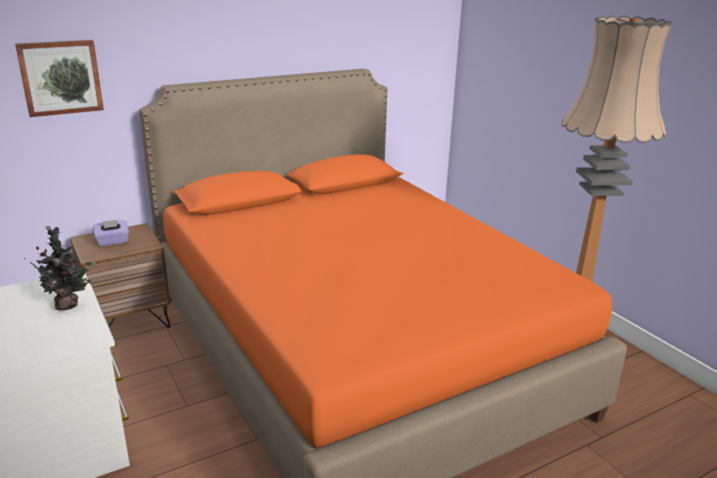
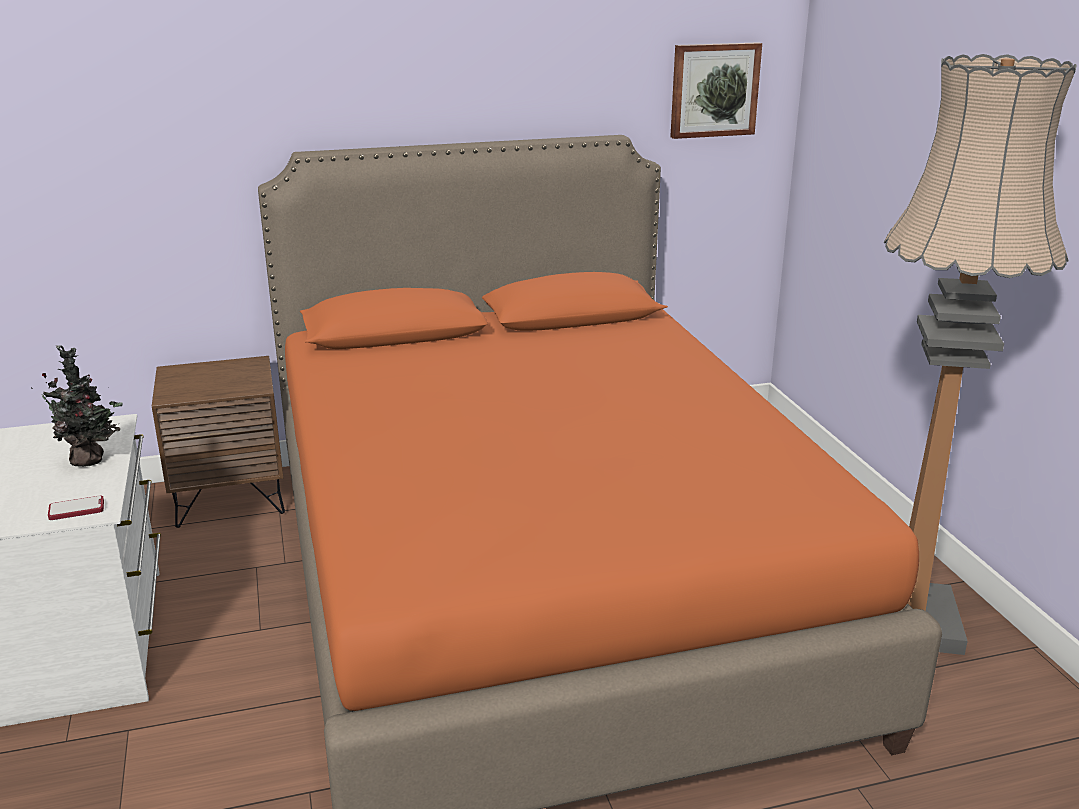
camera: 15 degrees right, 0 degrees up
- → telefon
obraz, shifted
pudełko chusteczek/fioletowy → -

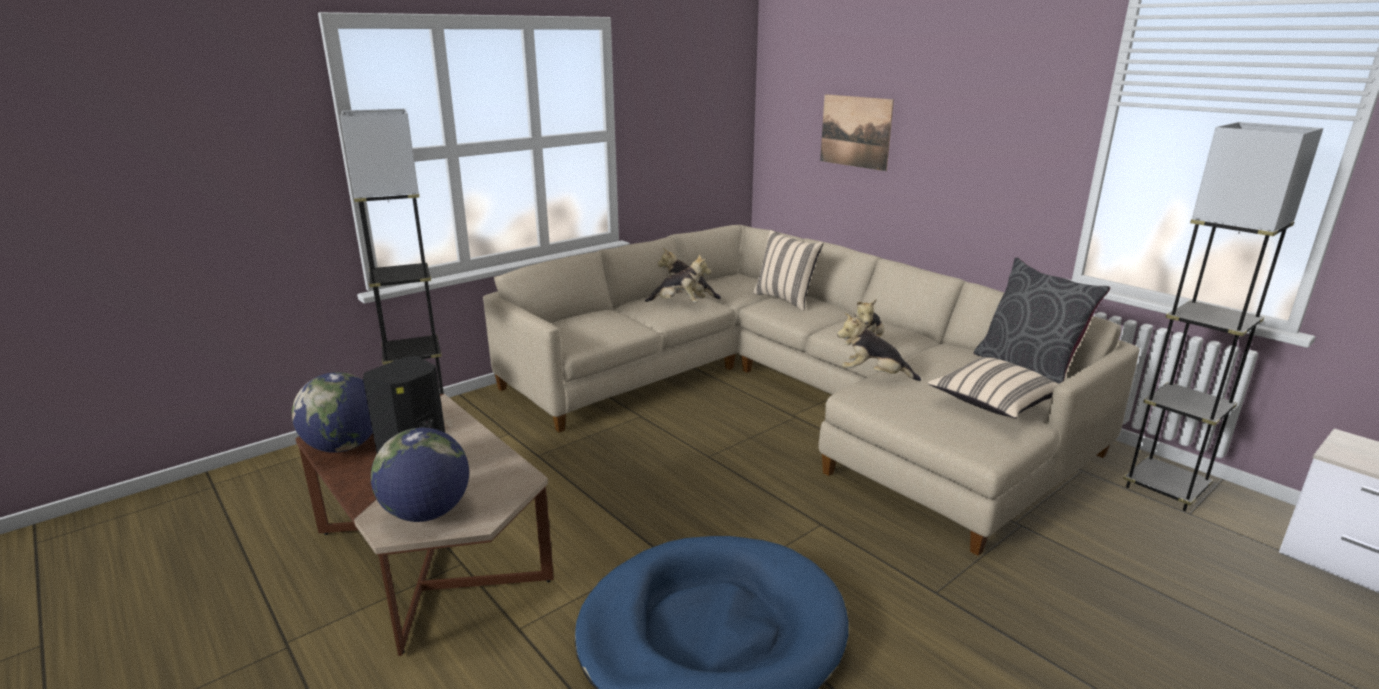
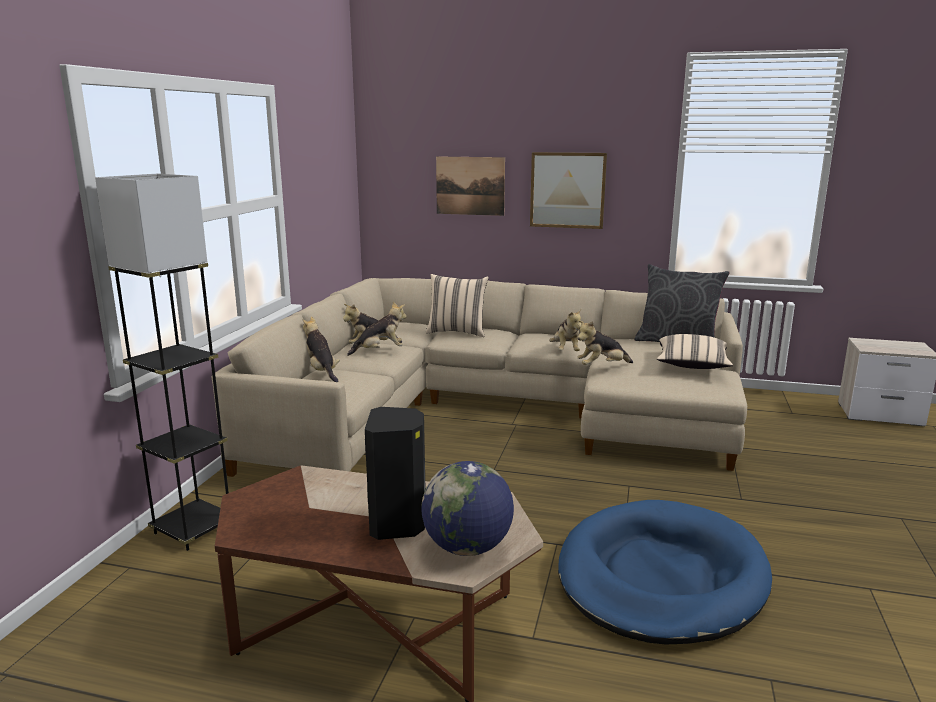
camera: 35 degrees left, 5 degrees down
- → pluszak (no. 1 from left)
- → obraz (no. 2 from left)
globus (no. 1 from left) → -
lampa stojąca/szary (no. 2 from left) → -

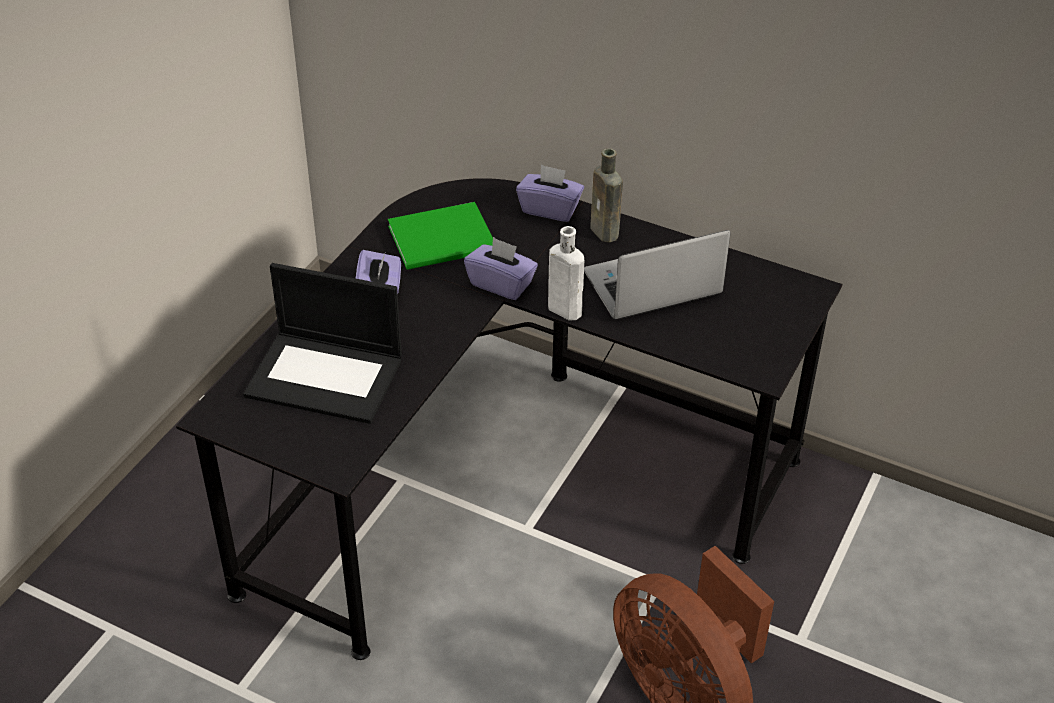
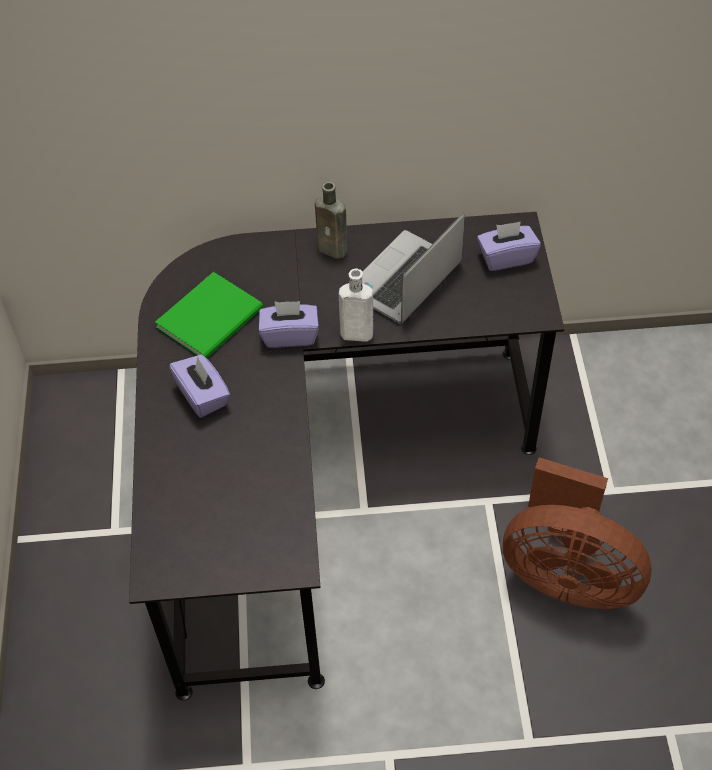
camera: 30 degrees left, 10 degrees up
pudełko chusteczek/fioletowy (no. 3 from left), shifted
laptop (no. 1 from left) → -

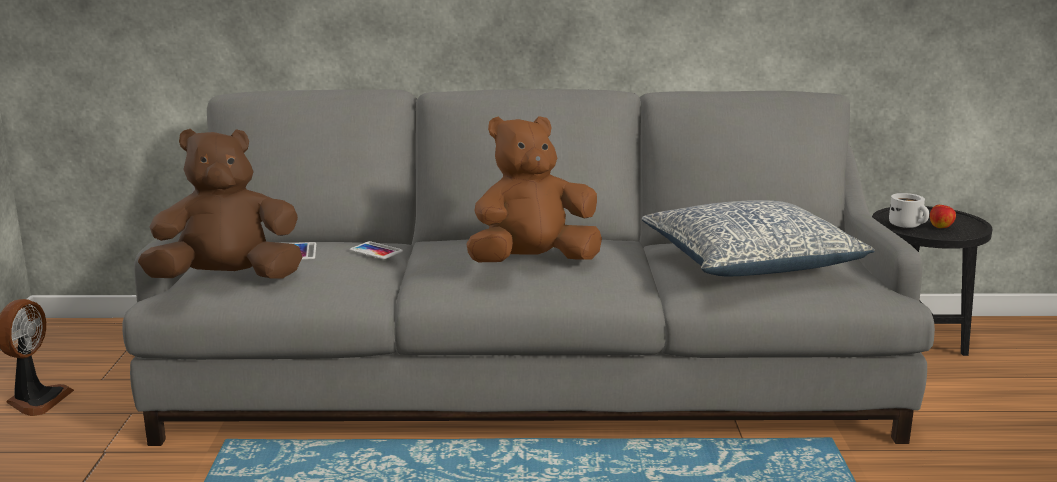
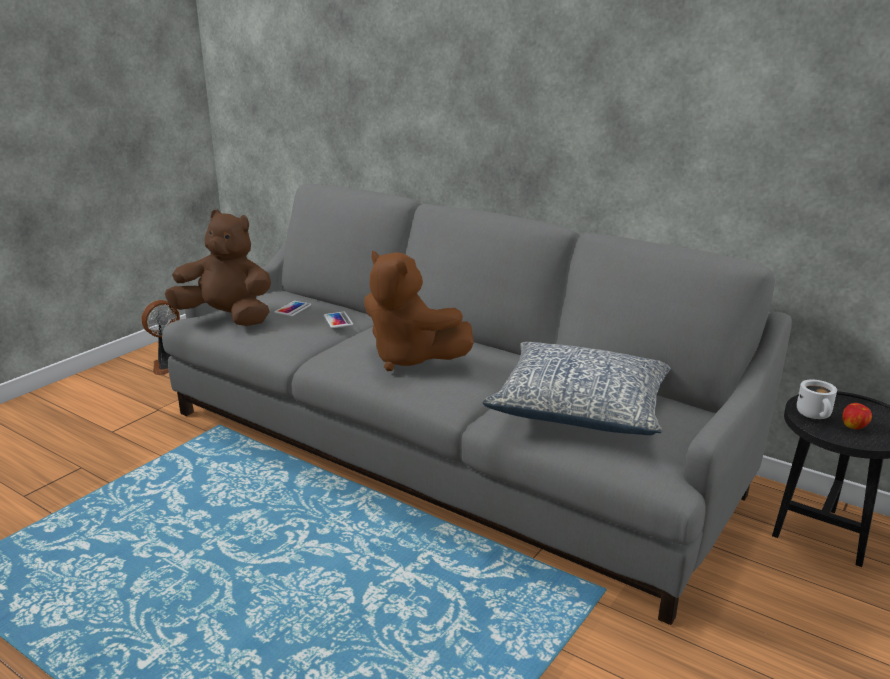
camera: 35 degrees right, 5 degrees up
pluszak/brązowy (no. 2 from left), 150 degrees counterclockwise

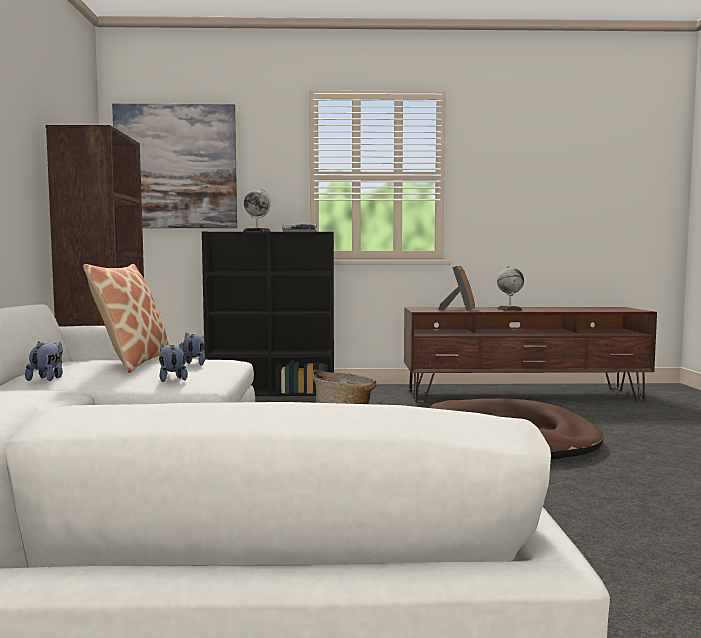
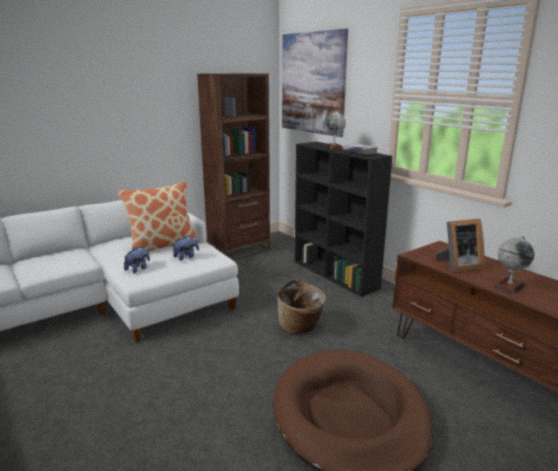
camera: 55 degrees right, 15 degrees up
pluszak (no. 1 from left) → -

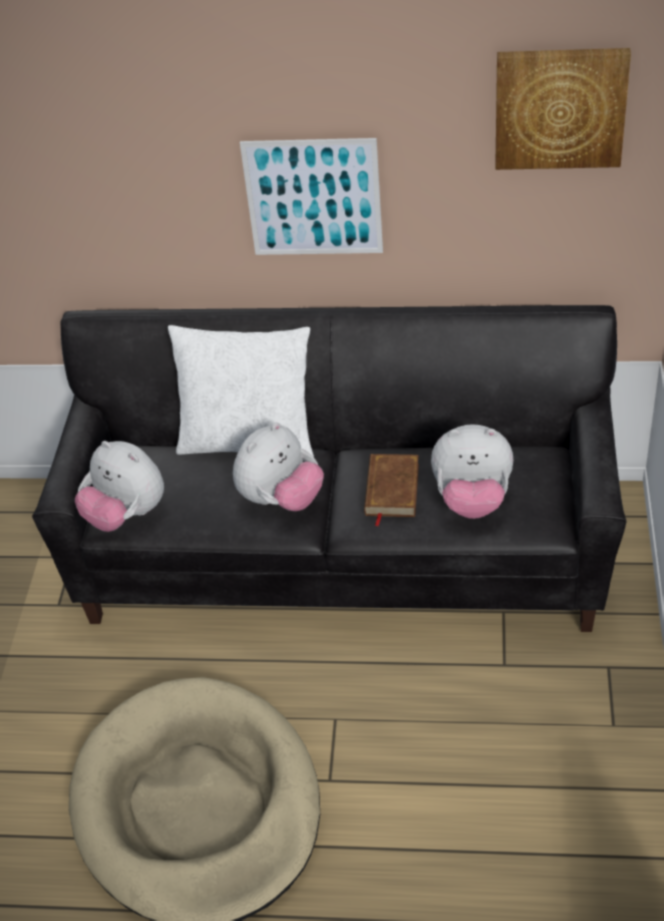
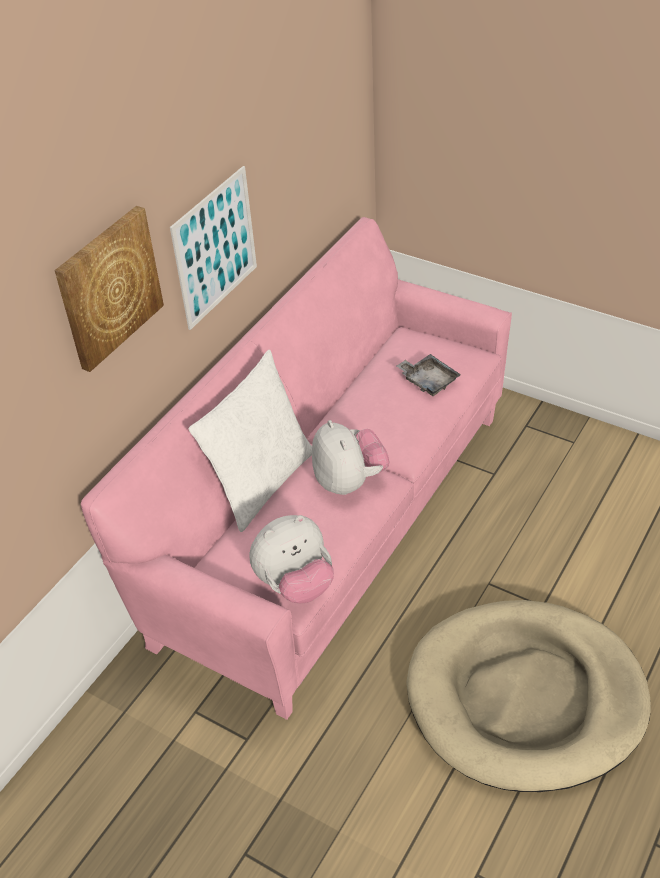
camera: 65 degrees left, 0 degrees up
obraz (no. 2 from left in the first image) → obraz (no. 1 from left), shifted
kanapa/czarny → kanapa/różowy
pluszak (no. 3 from left) → taca/szary
książka/brązowy → -

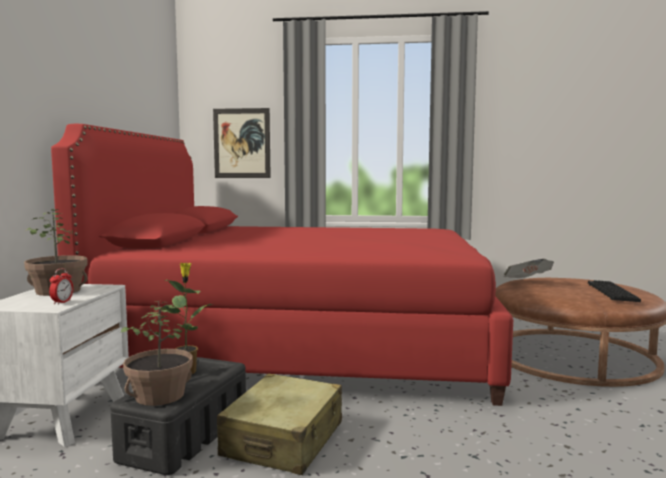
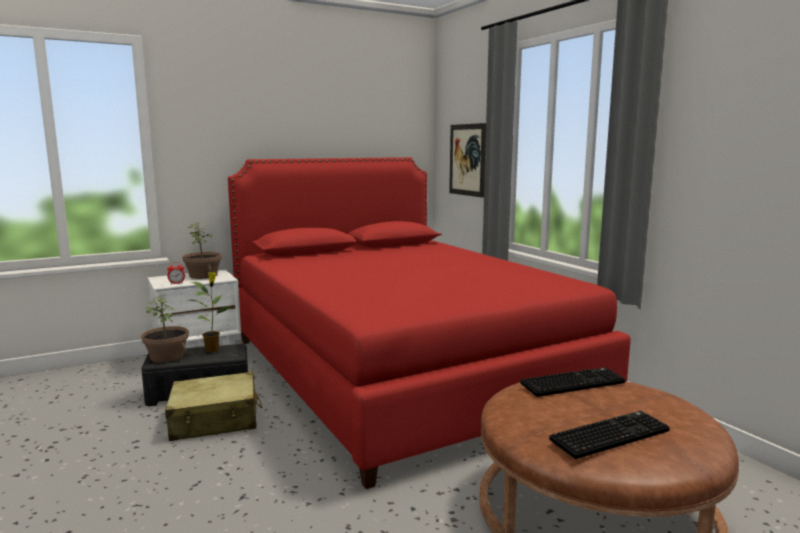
camera: 55 degrees right, 5 degrees up
gazeta → klawiatura (no. 1 from left)

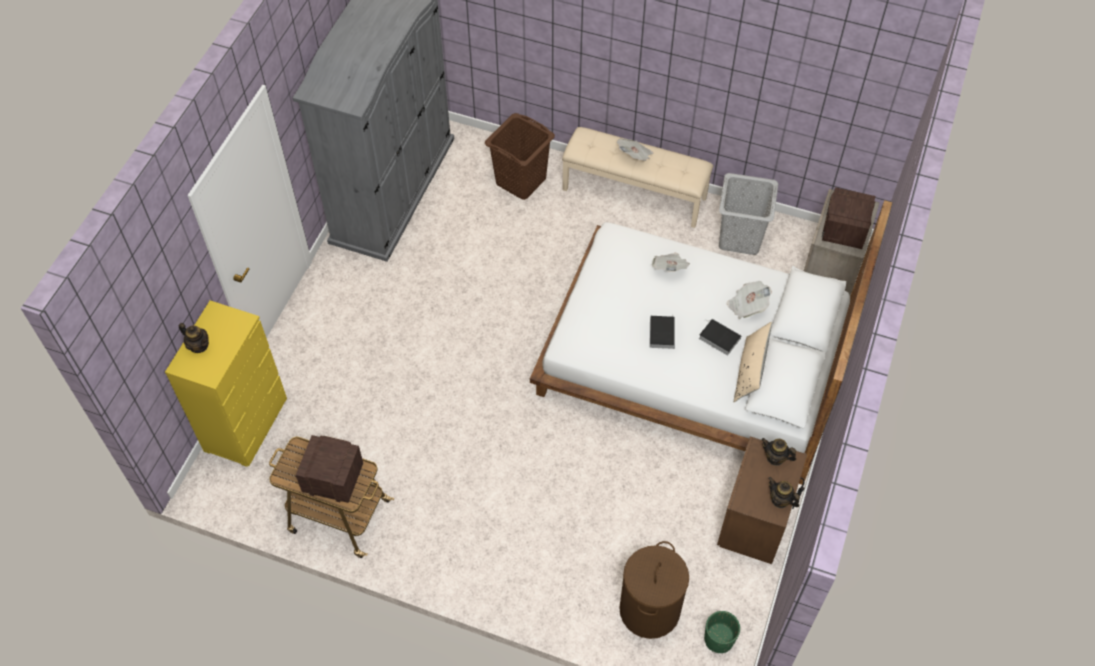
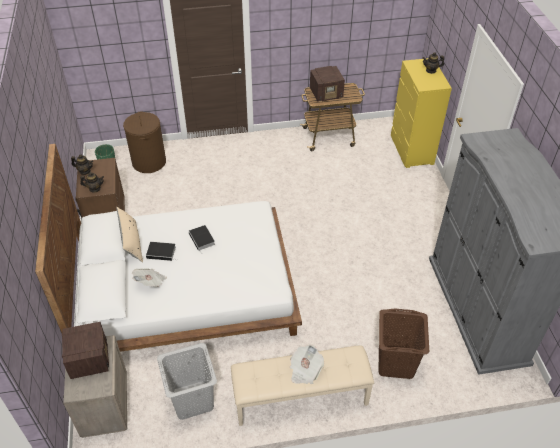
camera: 150 degrees right, 10 degrees down
gazeta (no. 2 from left) → -

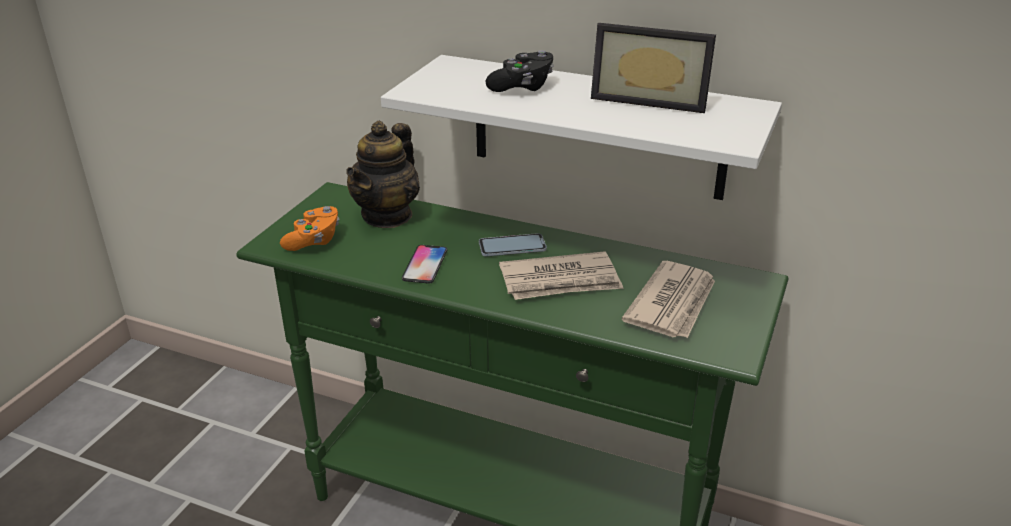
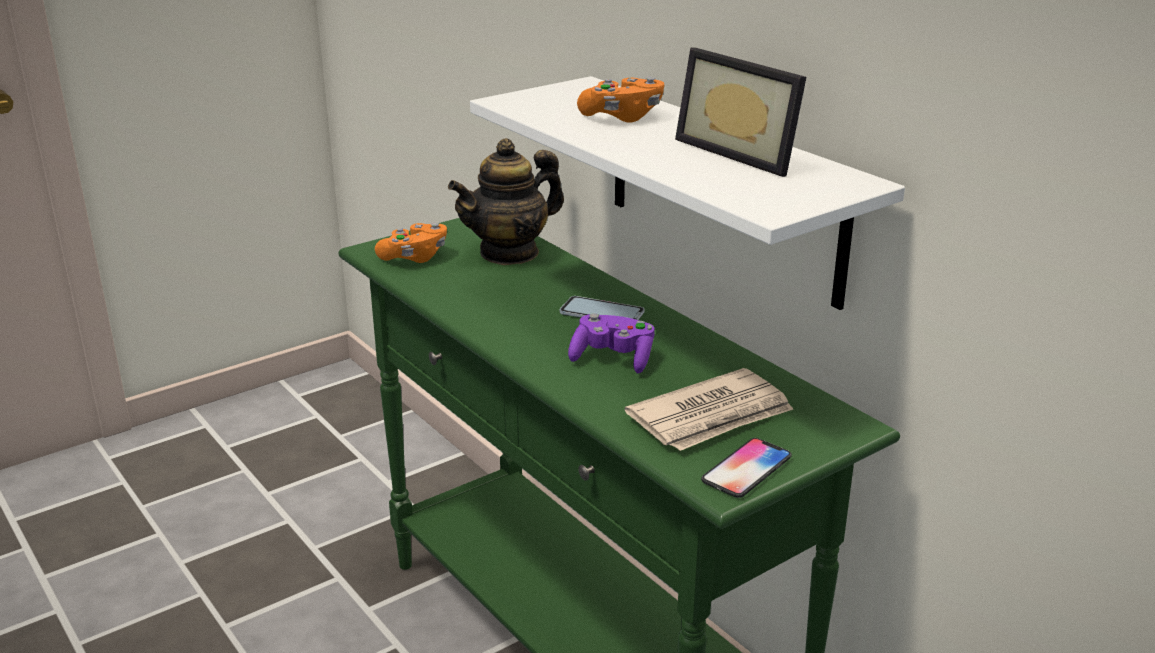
camera: 30 degrees right, 5 degrees down
gazeta (no. 1 from left) → pad do gier/fioletowy
pad do gier/czarny → pad do gier/pomarańczowy (no. 2 from left)
telefon (no. 1 from left in the first image) → telefon (no. 2 from left), shifted

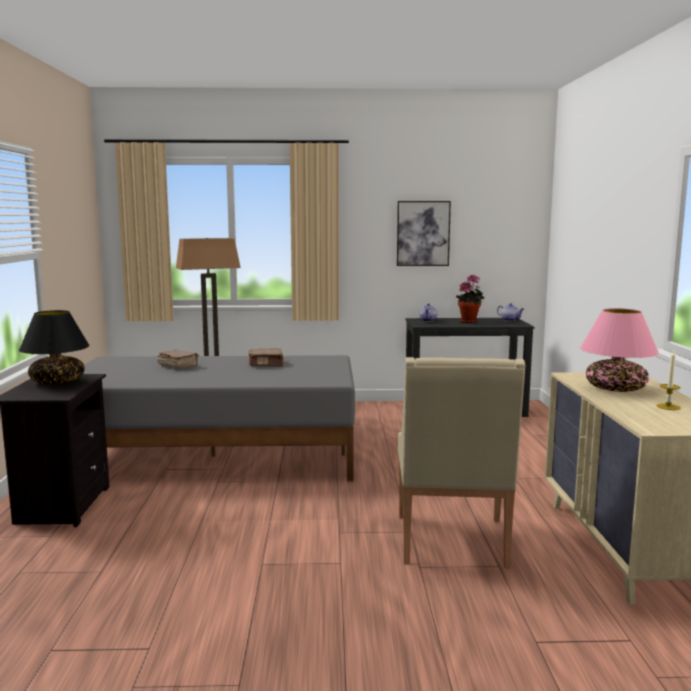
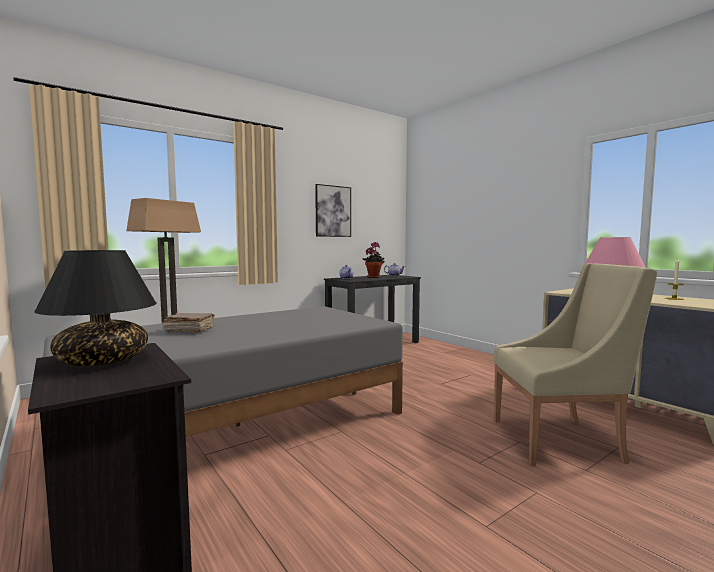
camera: 35 degrees left, 5 degrees down
fotel/beżowy, 60 degrees counterclockwise
książka/brązowy (no. 2 from left) → -

